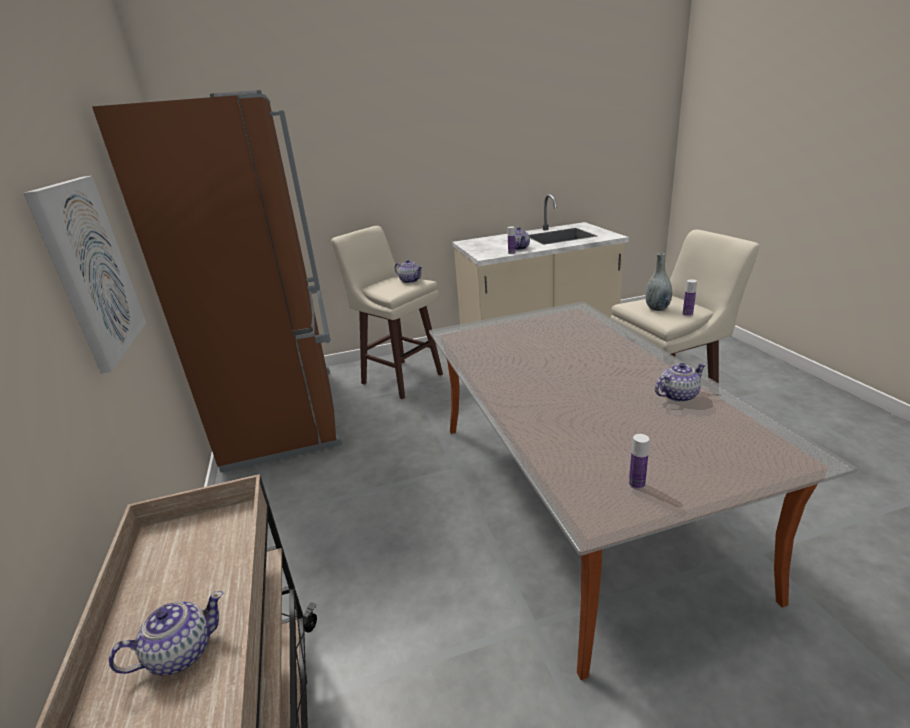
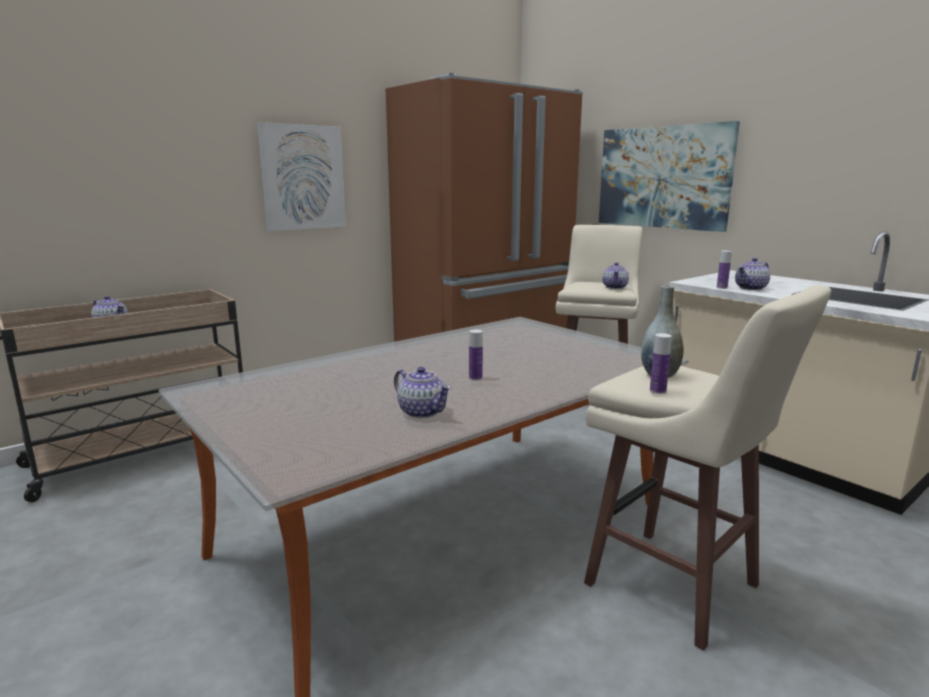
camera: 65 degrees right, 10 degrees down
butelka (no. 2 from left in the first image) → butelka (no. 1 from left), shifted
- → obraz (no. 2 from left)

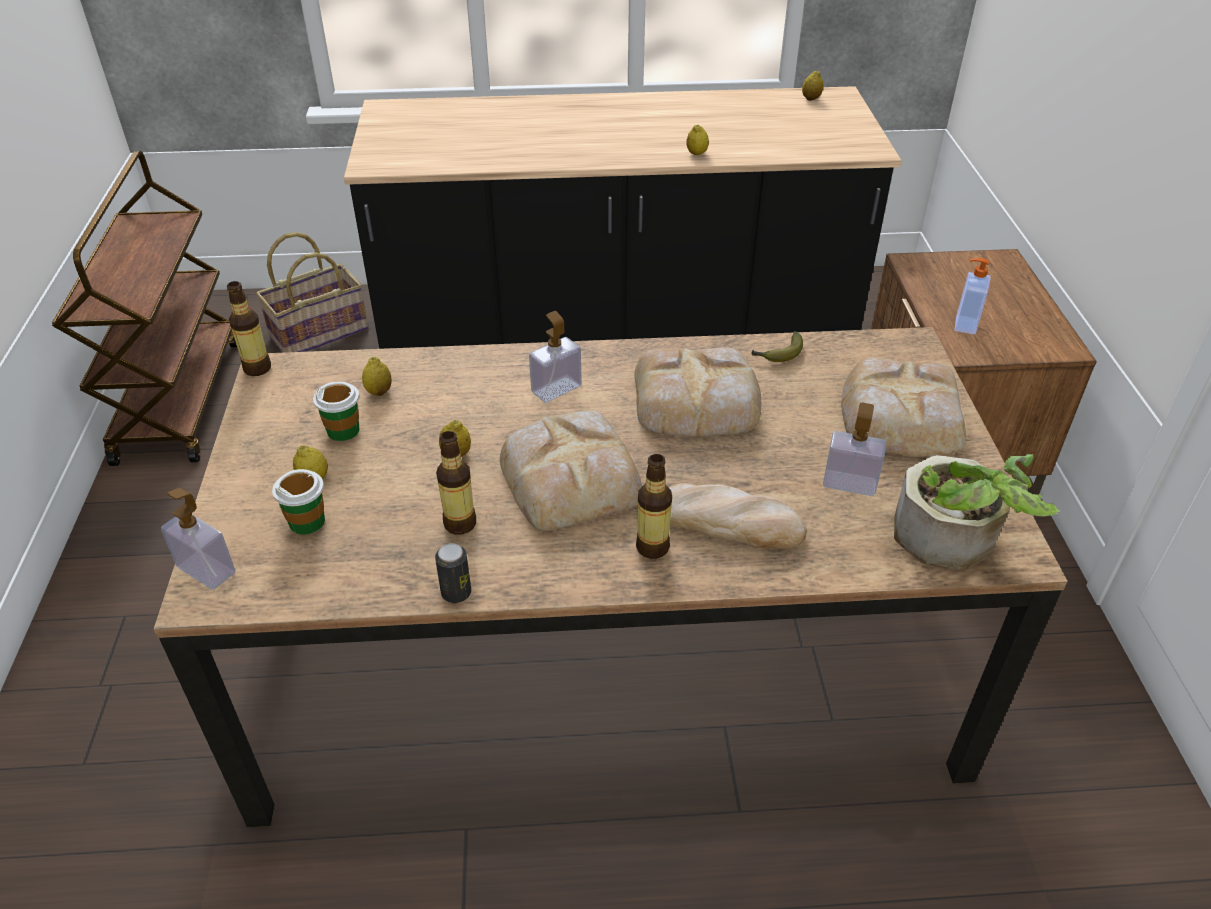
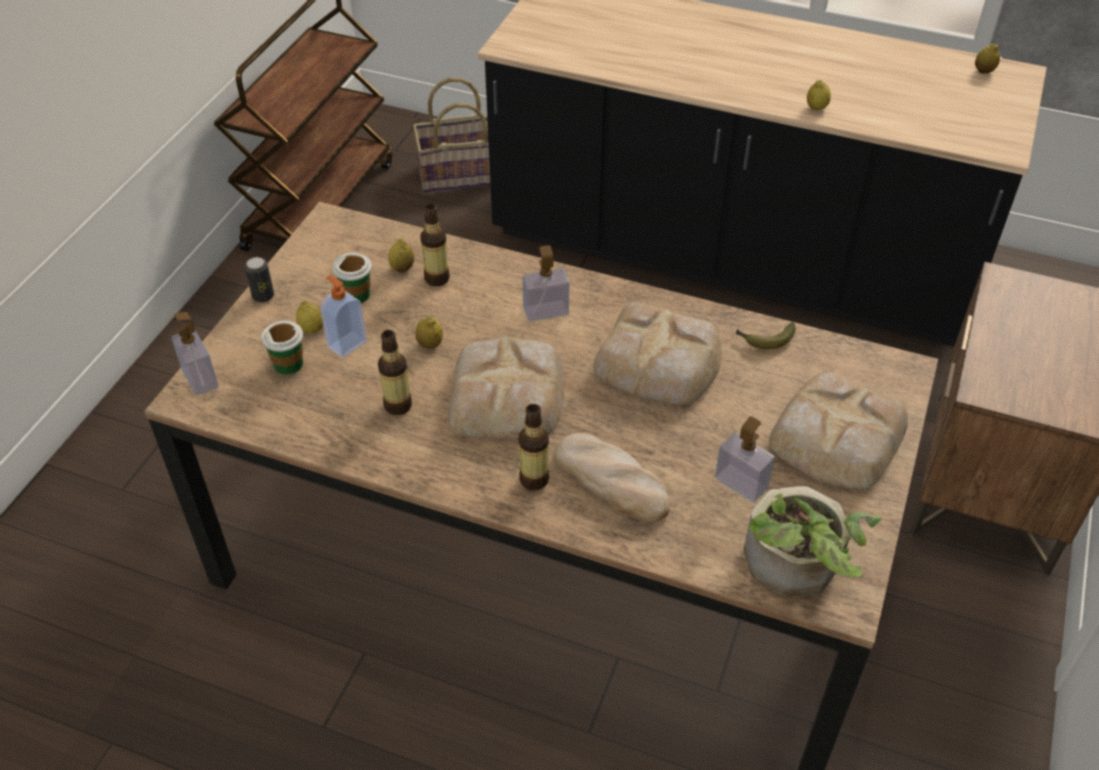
camera: 25 degrees right, 5 degrees up
puszka, shifted
dozownik mydła (no. 4 from left in the first image) → dozownik mydła (no. 2 from left), shifted
butelka (no. 1 from left in the first image) → butelka (no. 2 from left), shifted

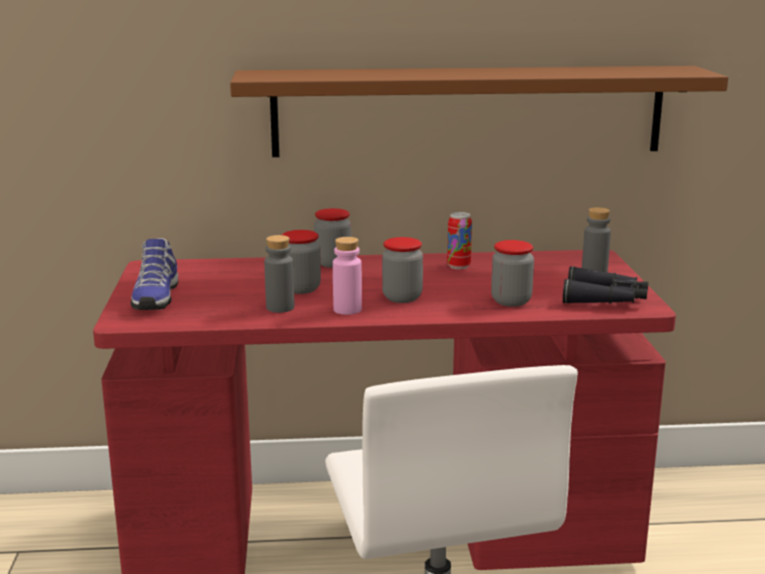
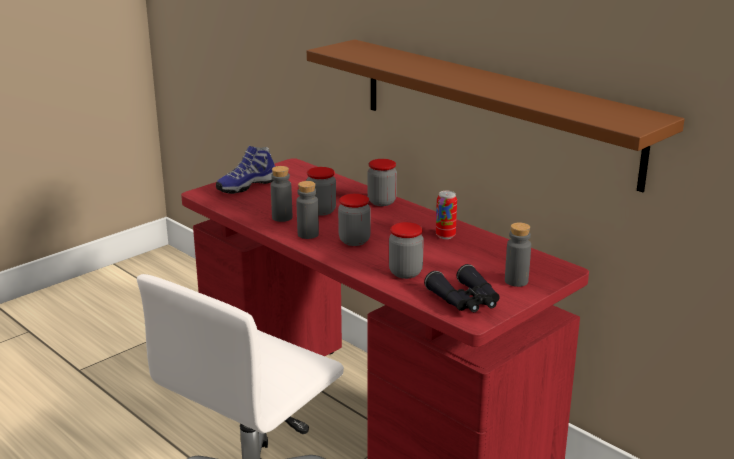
camera: 50 degrees right, 5 degrees up
butelka/różowy → butelka/szary (no. 2 from left)

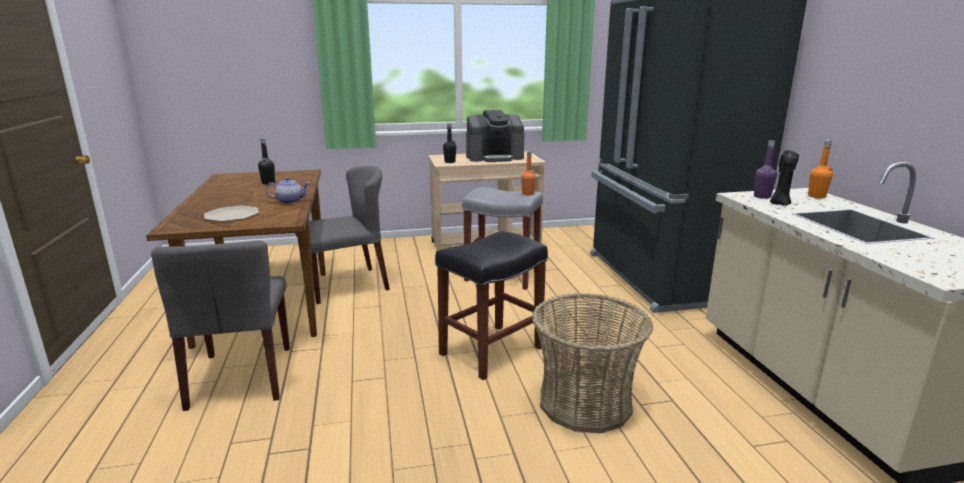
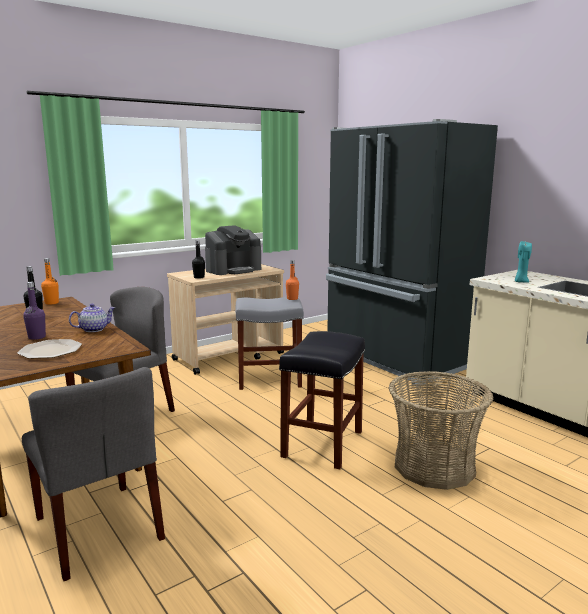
camera: 25 degrees left, 5 degrees down
butelka/fioletowy, shifted
butelka/pomarańczowy (no. 2 from left in the first image) → butelka/pomarańczowy (no. 1 from left), shifted
świeca/czarny → świeca/turkusowy

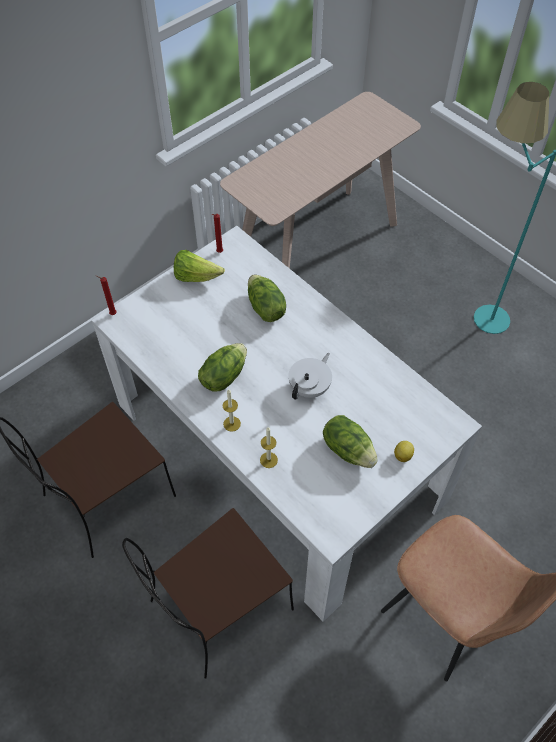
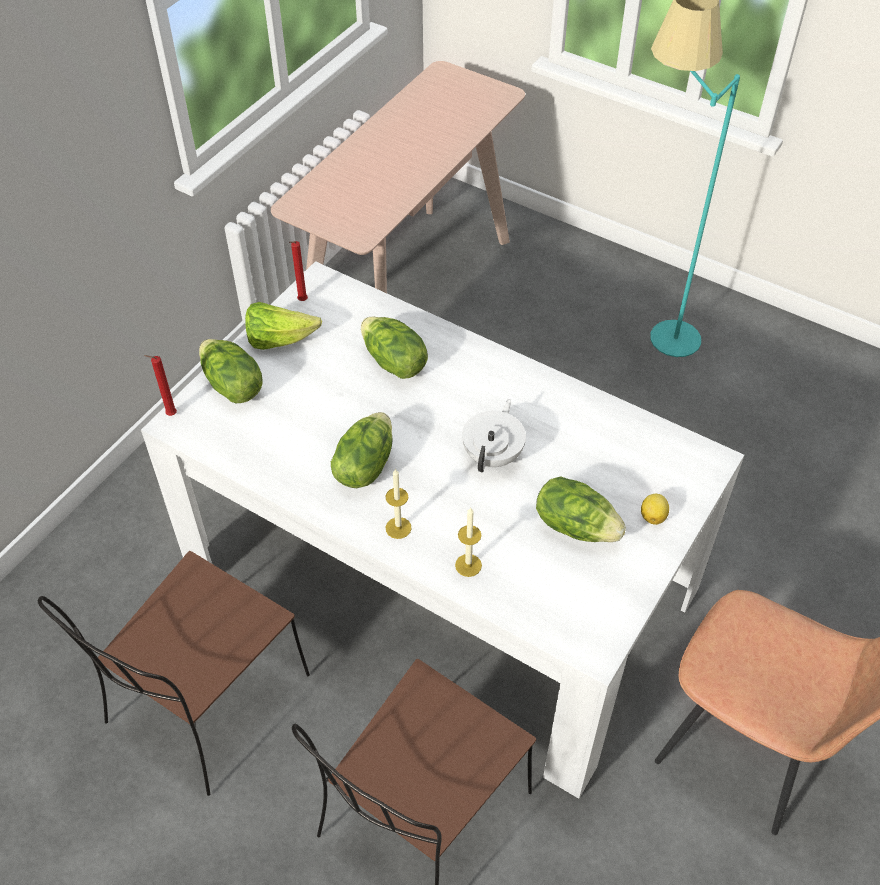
camera: 15 degrees left, 5 degrees down
- → sałata (no. 1 from left)

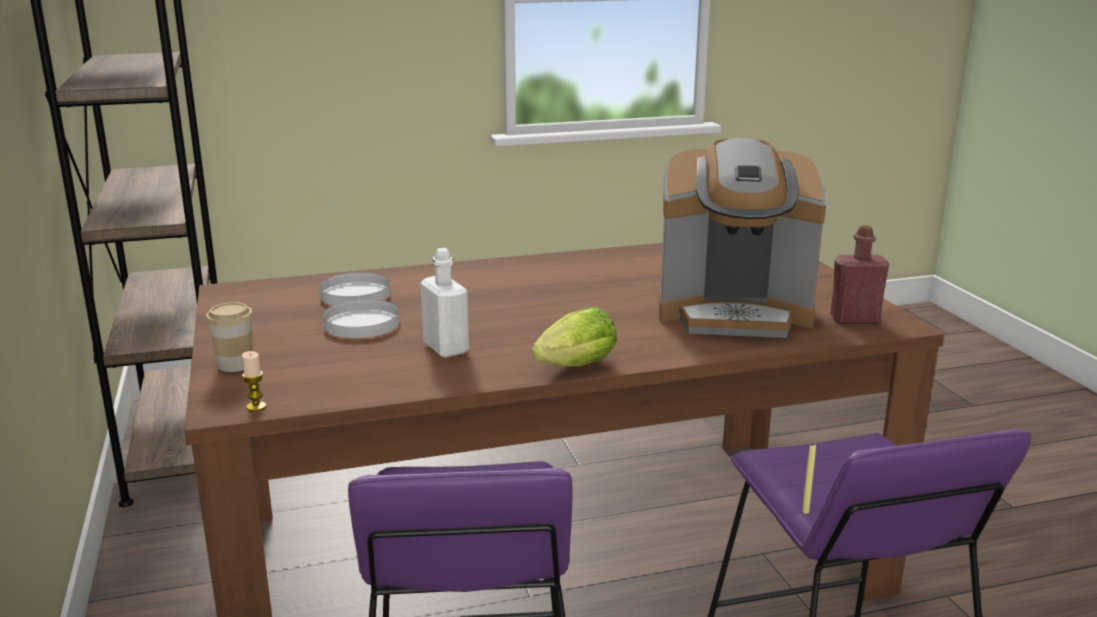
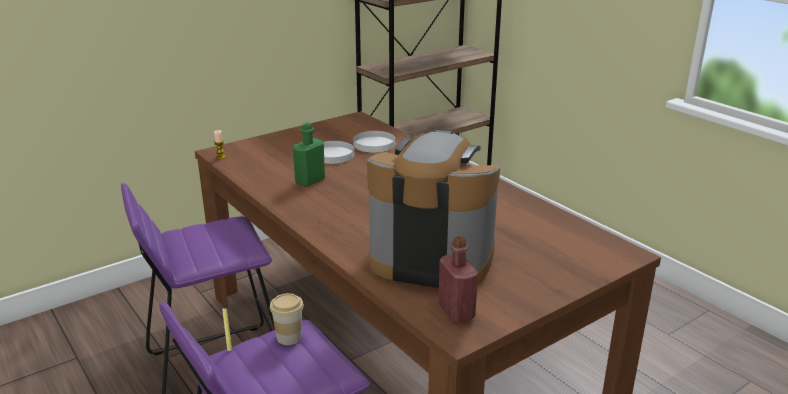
camera: 70 degrees right, 5 degrees up
filiżanka, shifted
butelka/biały → butelka/zielony
ekspres do kawy, 120 degrees clockwise
sałata → -

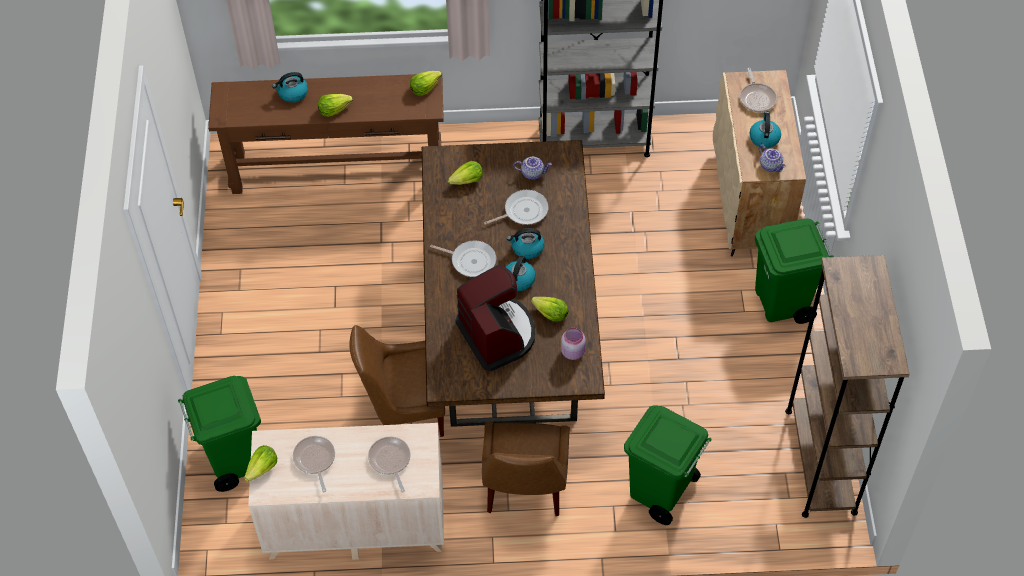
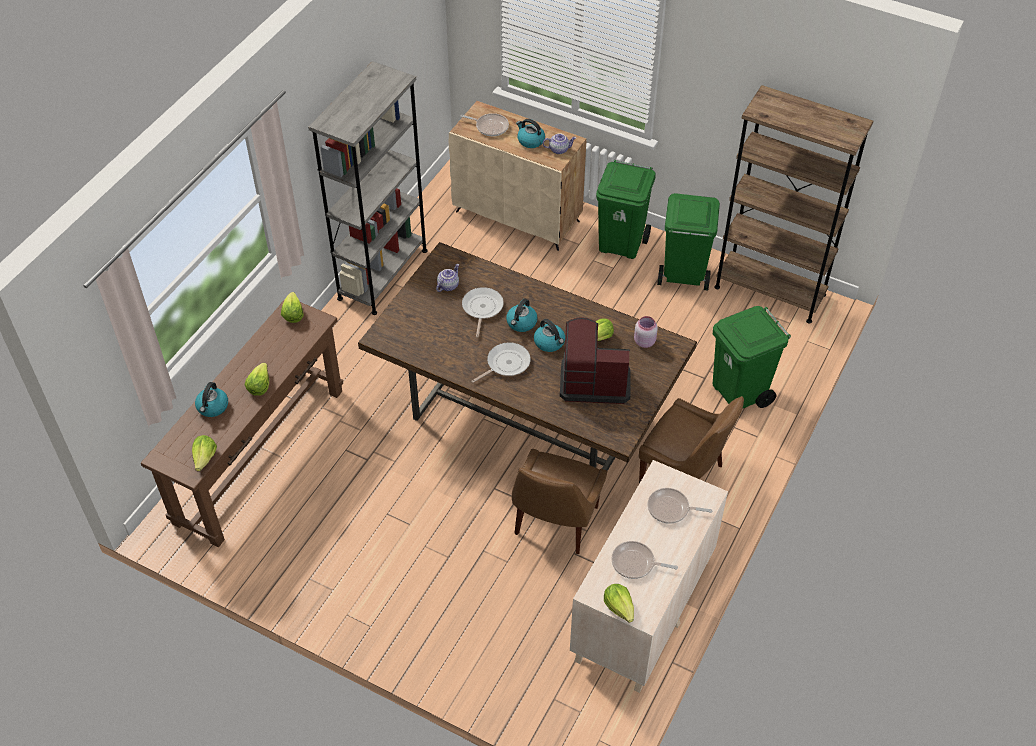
camera: 60 degrees left, 5 degrees down
sałata (no. 4 from left in the first image) → sałata (no. 1 from left), shifted
kosz na śmieci/zielony (no. 1 from left in the first image) → kosz na śmieci/zielony (no. 2 from left), shifted

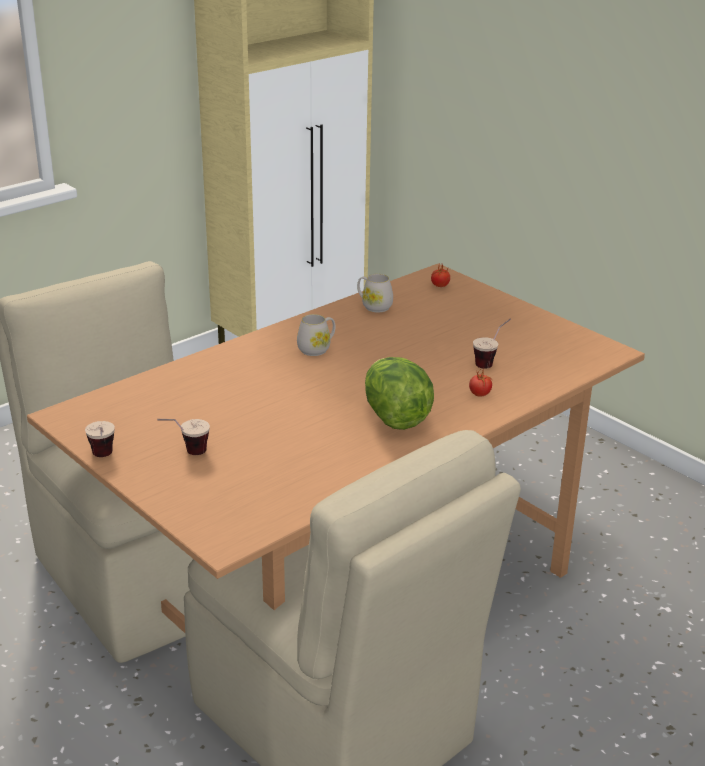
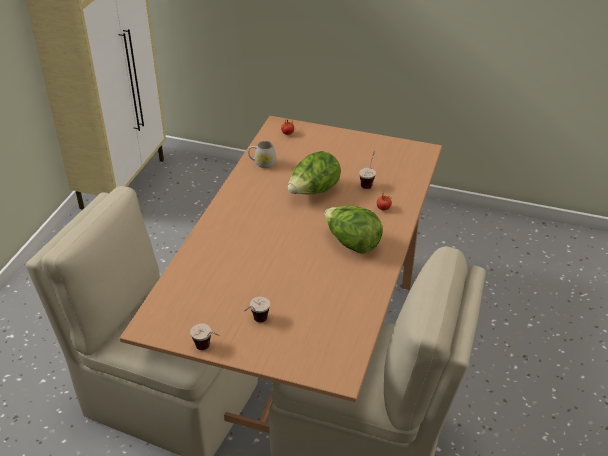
camera: 30 degrees left, 10 degrees up
- → sałata (no. 1 from left)
kubek/biały (no. 1 from left) → -

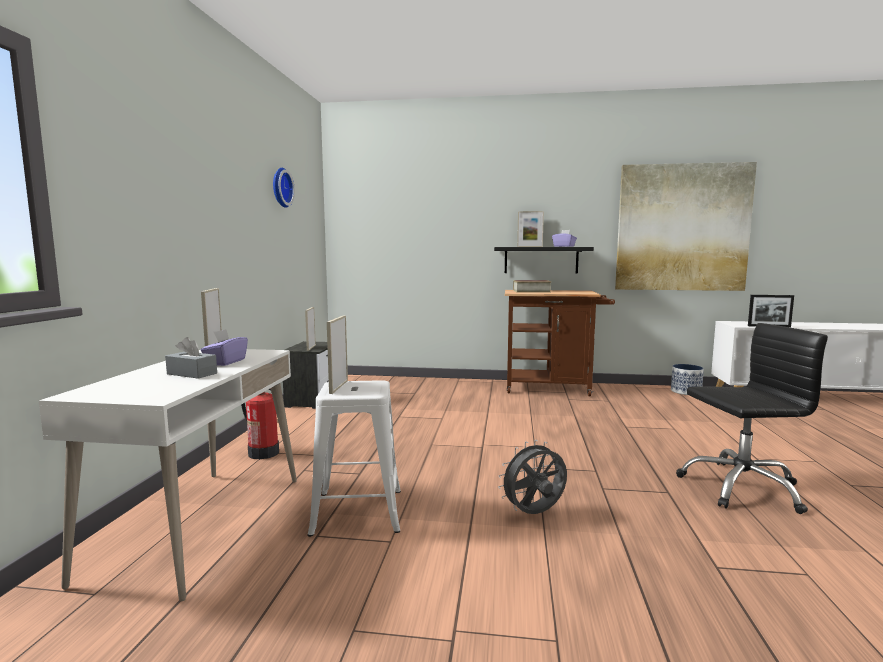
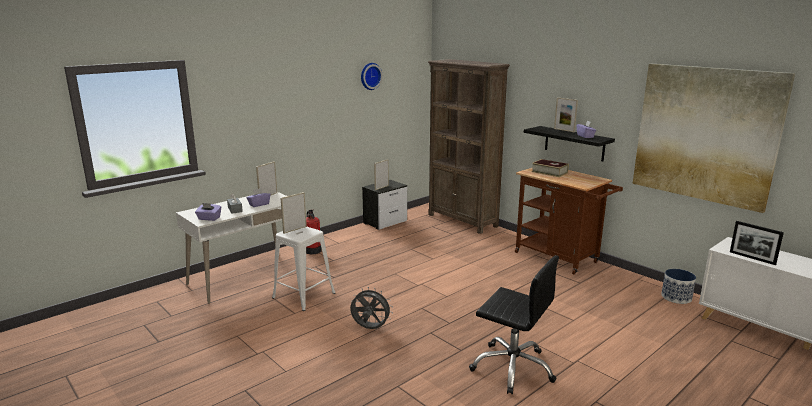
camera: 40 degrees right, 10 degrees up
- → pudełko chusteczek/fioletowy (no. 1 from left)
- → regał/brązowy

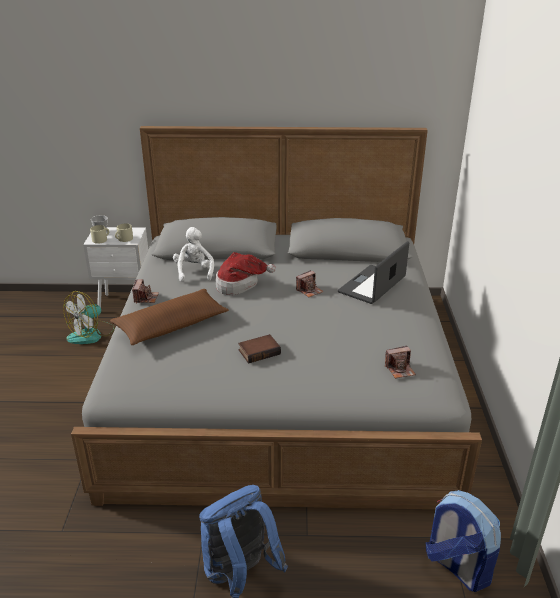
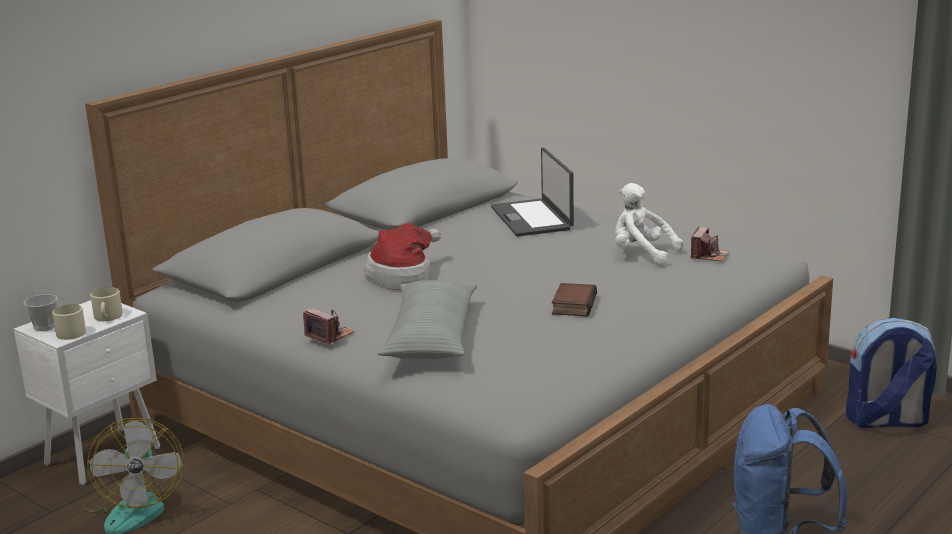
camera: 50 degrees left, 10 degrees down
poduszka/brązowy → poduszka/szary
pluszak/biały, shifted
aparat fotograficzny (no. 2 from left) → -

